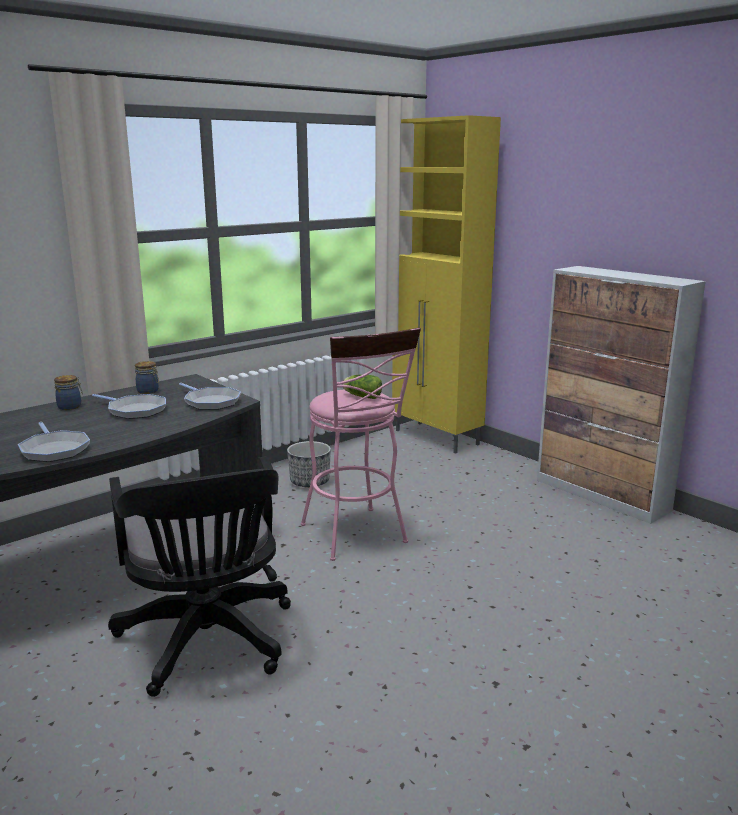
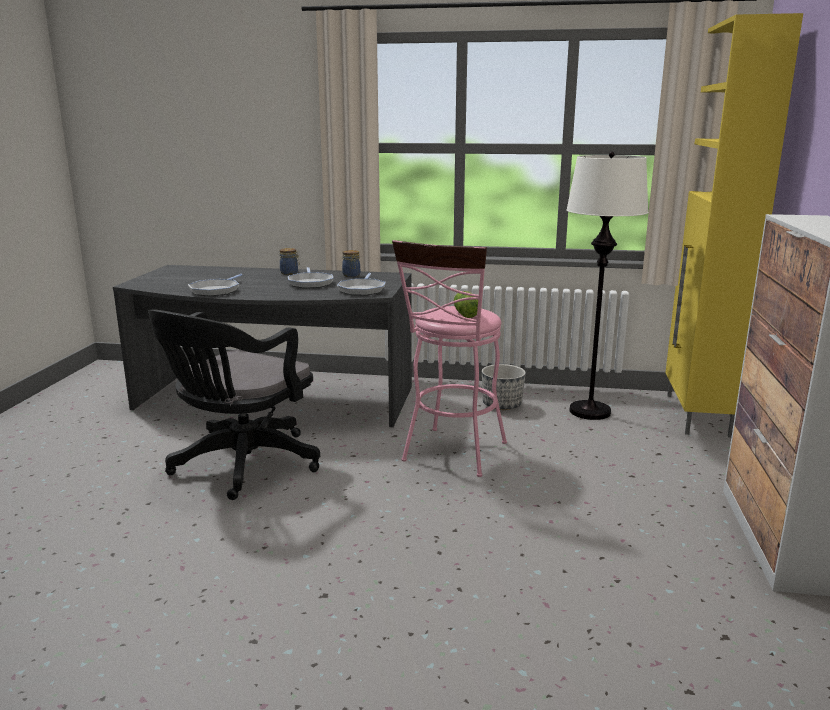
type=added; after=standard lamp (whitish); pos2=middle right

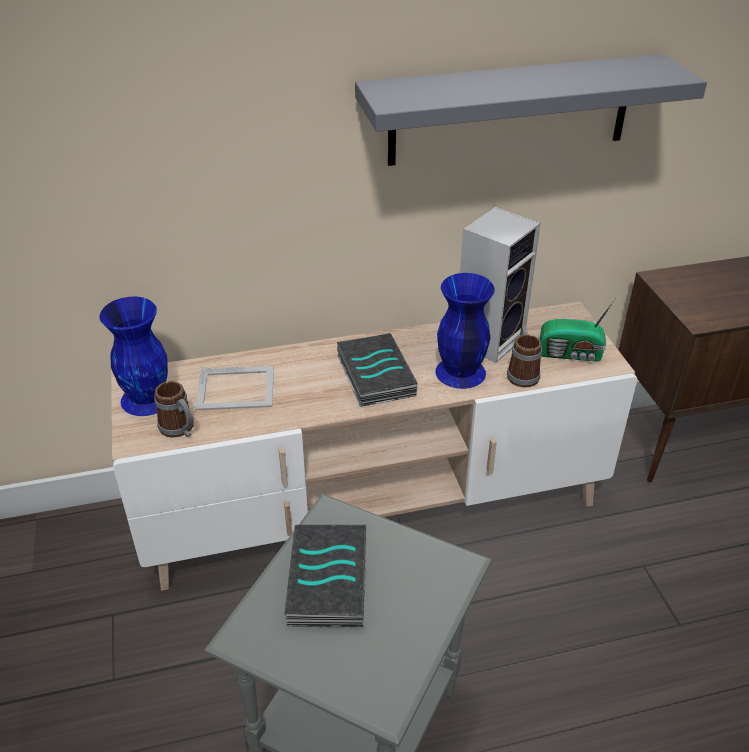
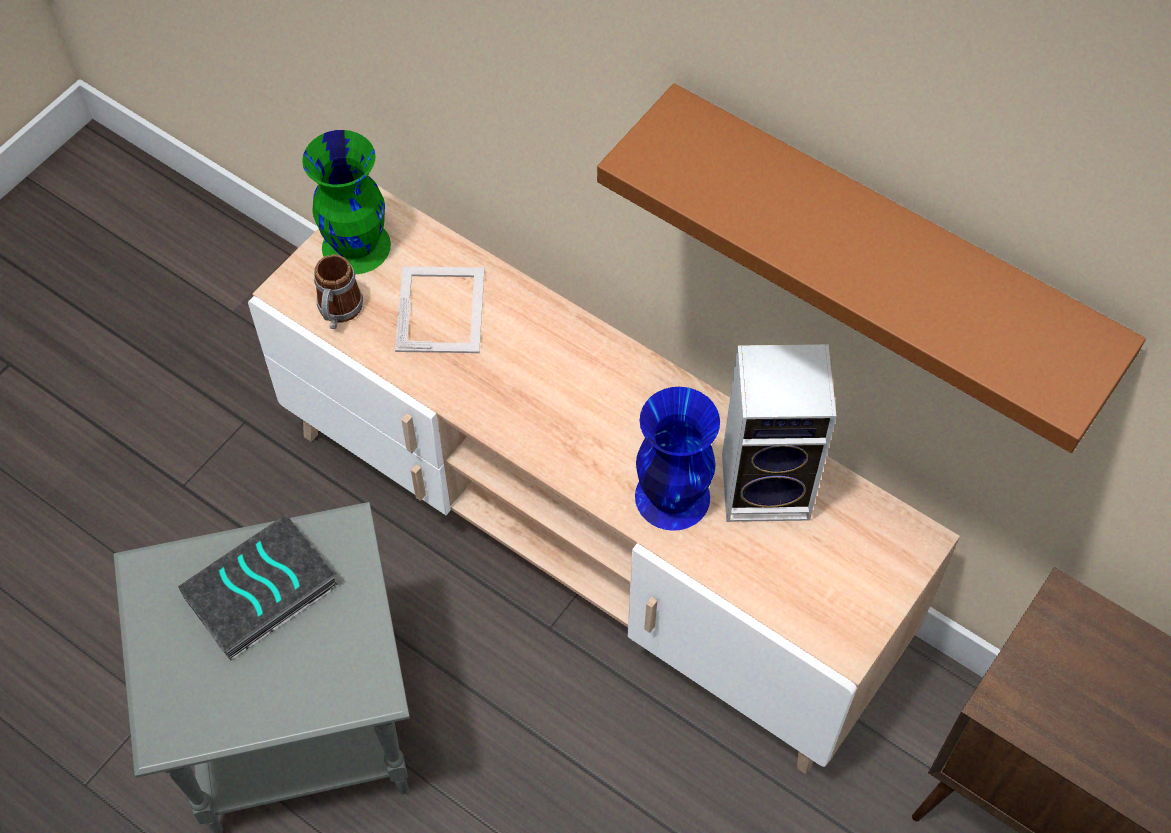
type=recoloured; before=flower vase (blue) (1st from left); after=flower vase (green-coloured); pos1=middle left; pos2=top left
type=turned; before=picture frame; pos1=middle left; pos2=centre; turn=-135
type=recoloured; before=bracket shelf (grey); after=bracket shelf (brown-coloured); pos1=top right; pos2=top right
type=removed; before=volume (2nd from left); pos1=centre
type=removed; before=mug (2nd from left); pos1=middle right
type=removed; before=radio set; pos1=middle right

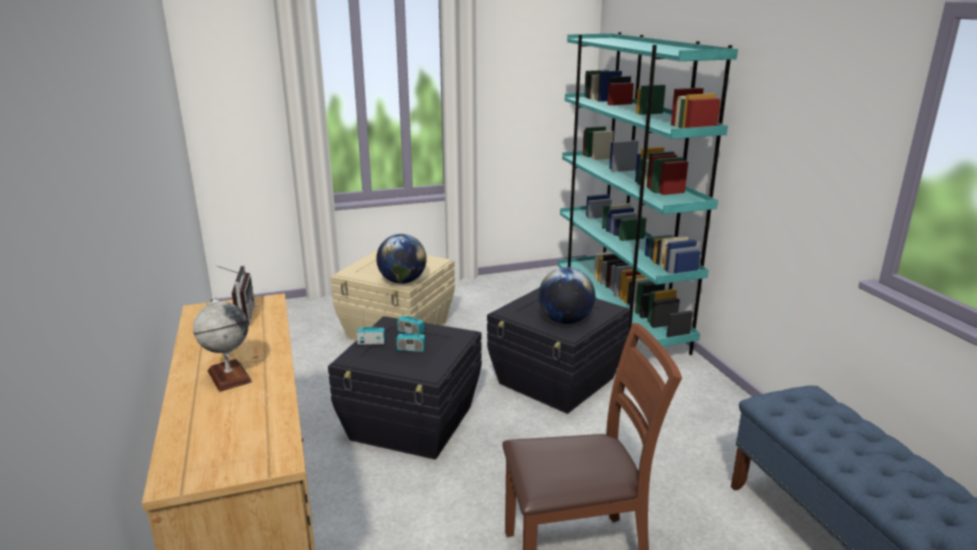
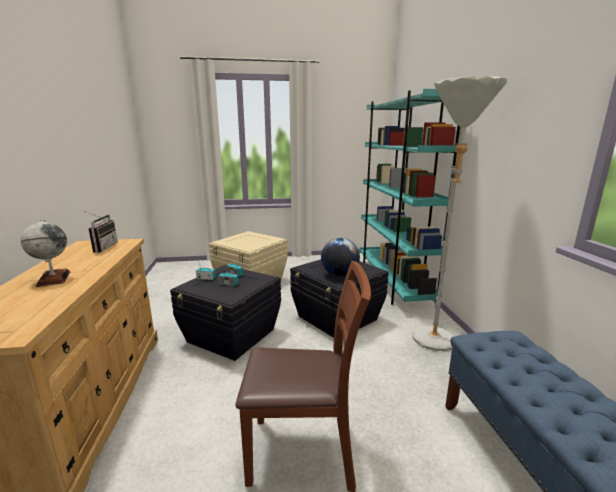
type=added; after=standard lamp (grey); pos2=middle right
type=removed; before=desk globe (2nd from left); pos1=centre

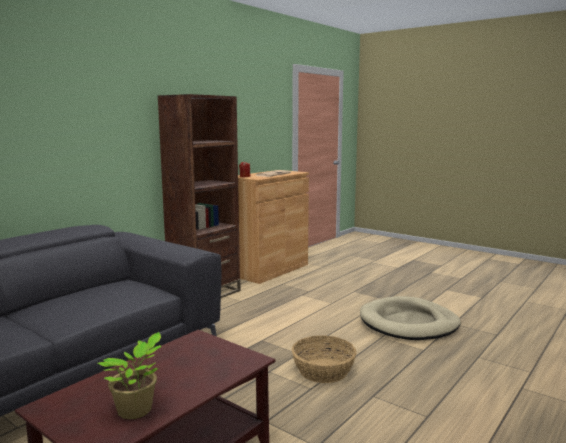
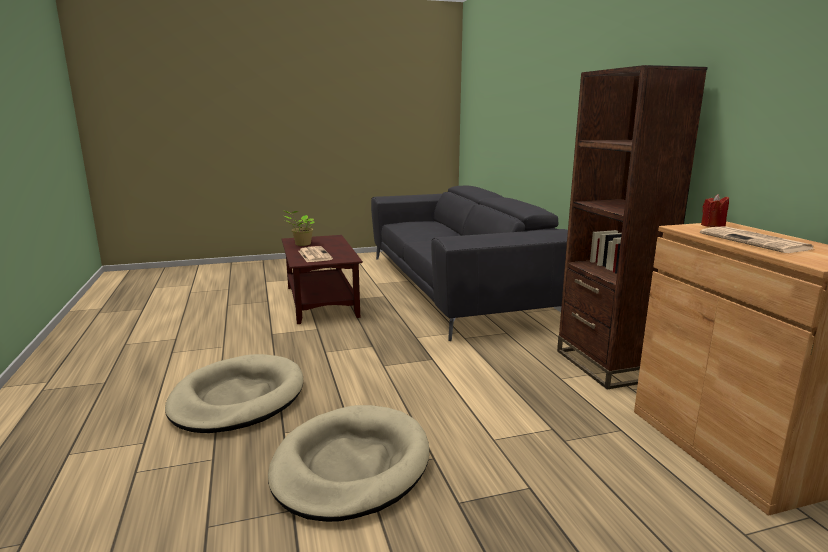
type=added; after=dog bed (beige-coloured) (1st from left); pos2=bottom left
type=added; after=printed paper (1st from left); pos2=centre
type=removed; before=basket; pos1=bottom centre

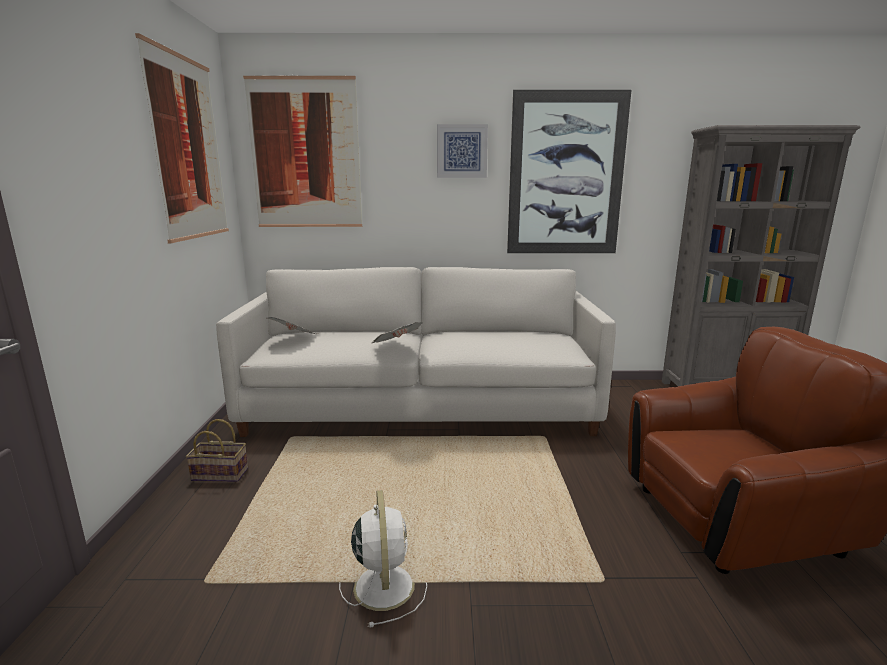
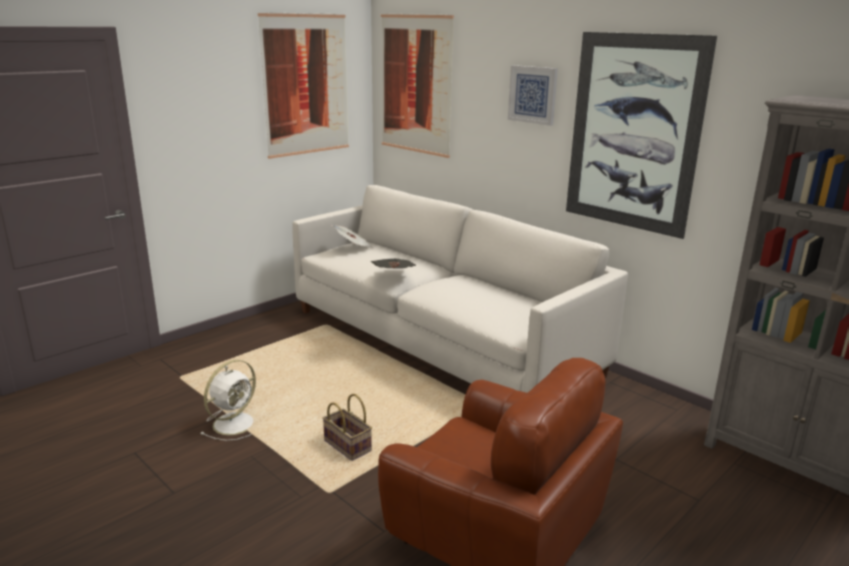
type=moved; before=basket; pos1=bottom left; pos2=bottom centre

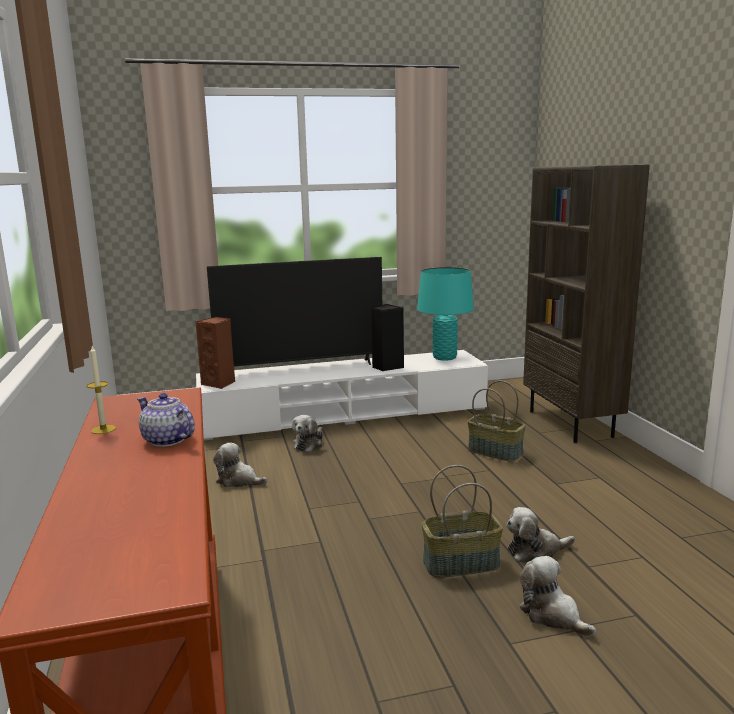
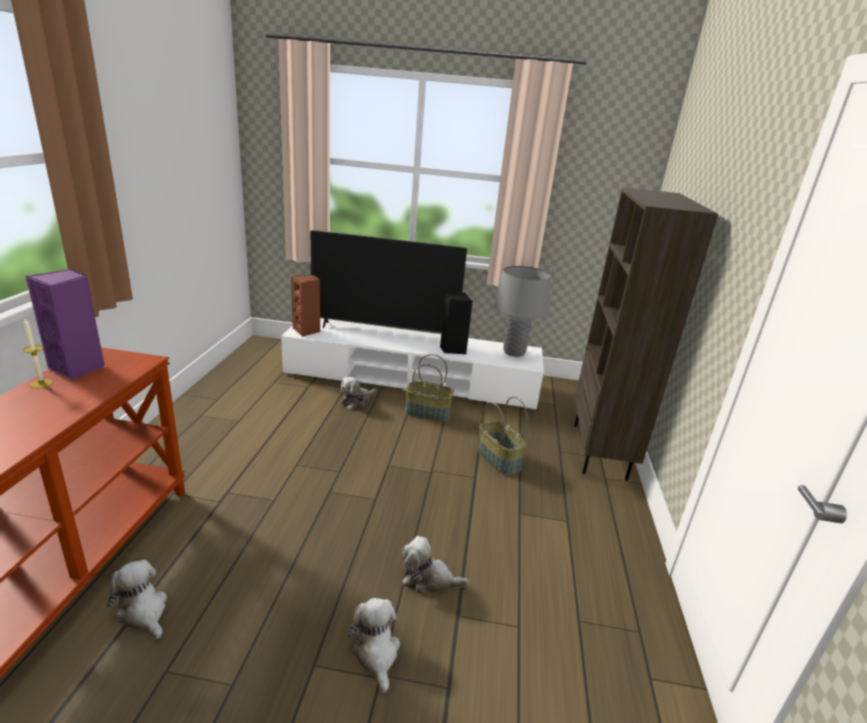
type=added; after=loudspeaker (purplish); pos2=middle left
type=moved; before=cuddly toy (1st from left); pos1=middle left; pos2=bottom left
type=moved; before=basket (1st from left); pos1=bottom centre; pos2=centre
type=recoloured; before=tabletop lamp (blue-green); after=tabletop lamp (grey); pos1=centre; pos2=centre
type=removed; before=tea pot; pos1=middle left

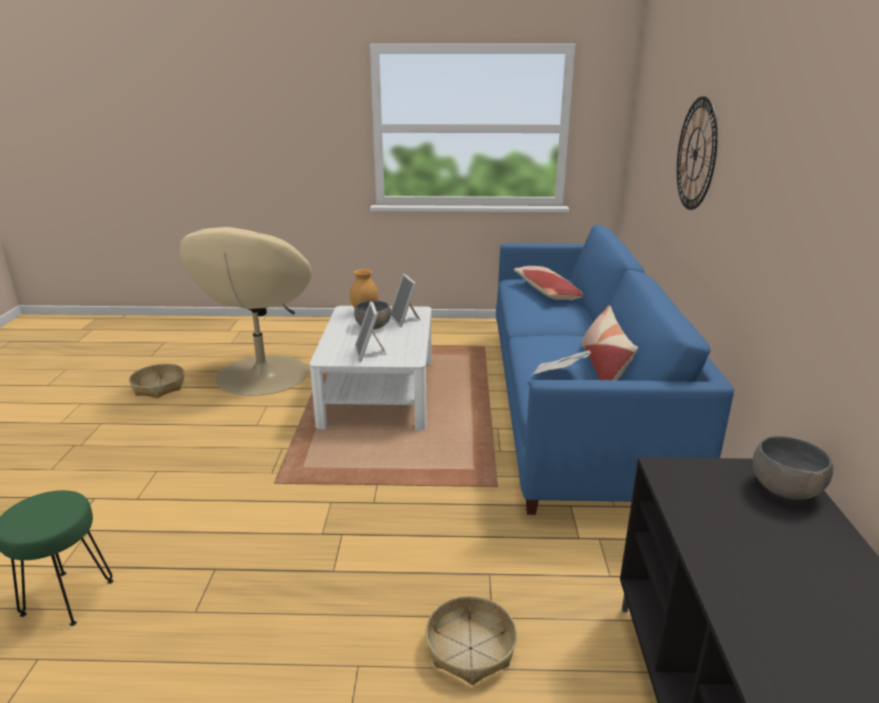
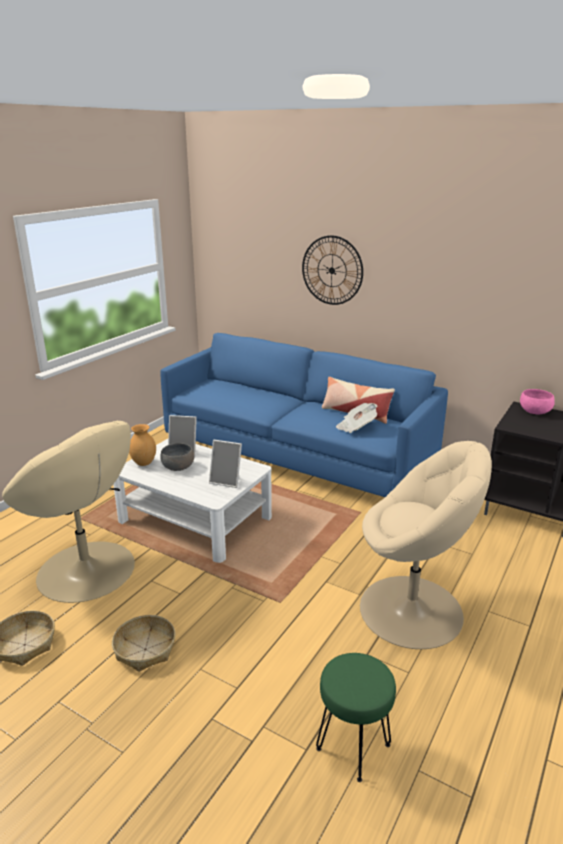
type=moved; before=basket (2nd from left); pos1=bottom centre; pos2=bottom left
type=added; after=easy chair (beige-coloured) (2nd from left); pos2=middle right
type=recoloured; before=serving bowl (grey) (2nd from left); after=serving bowl (pink); pos1=middle right; pos2=middle right
type=removed; before=cushion (1st from left); pos1=centre

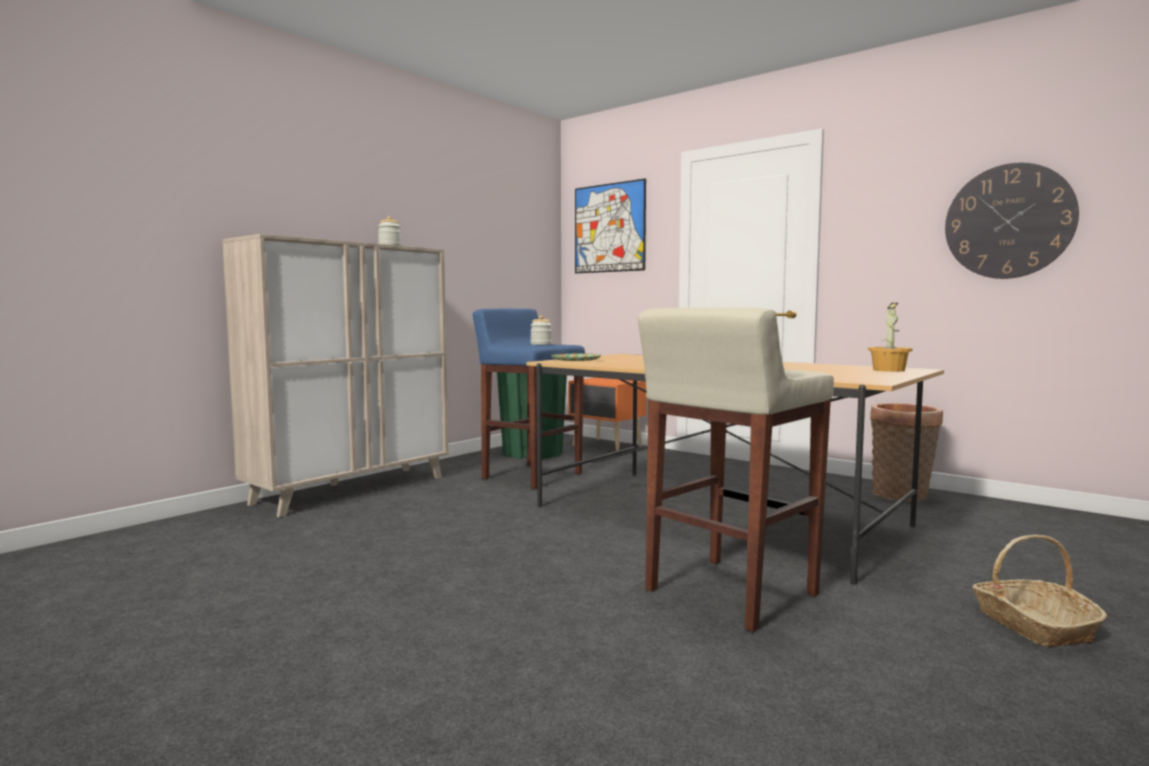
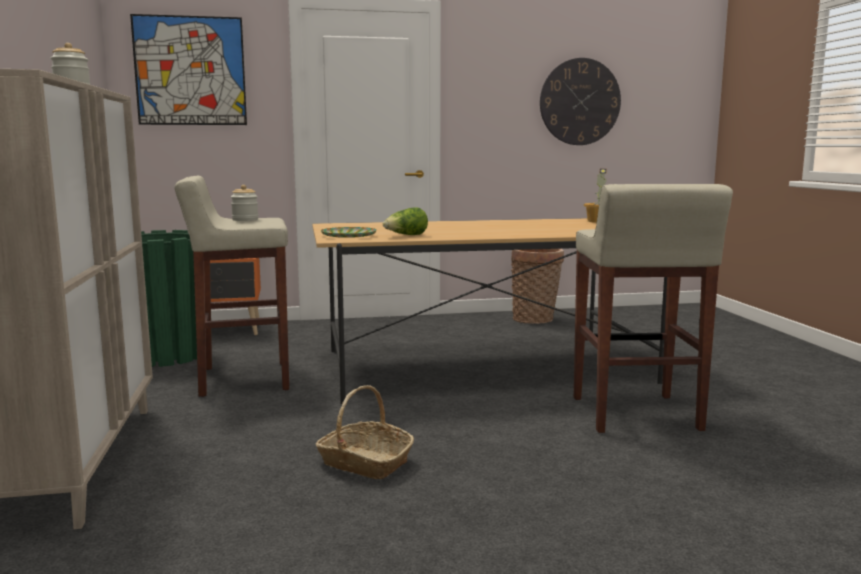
type=recoloured; before=stool (blue); after=stool (beige-coloured) (1st from left); pos1=centre; pos2=middle left
type=moved; before=basket (2nd from left in the first image); after=basket (1st from left); pos1=bottom right; pos2=bottom centre
type=added; after=lettuce; pos2=centre

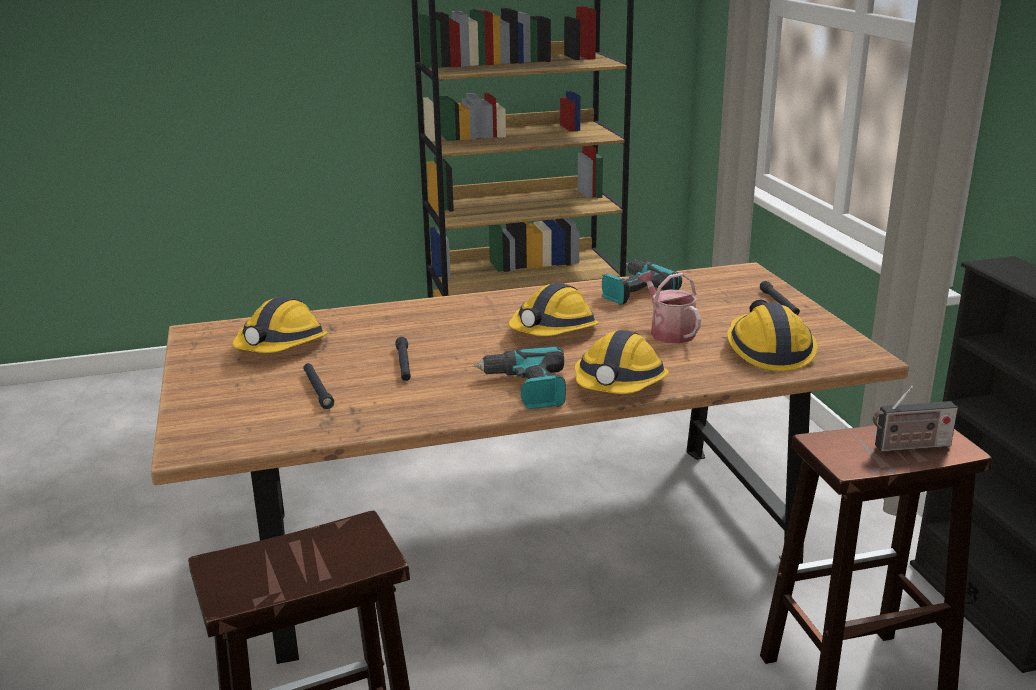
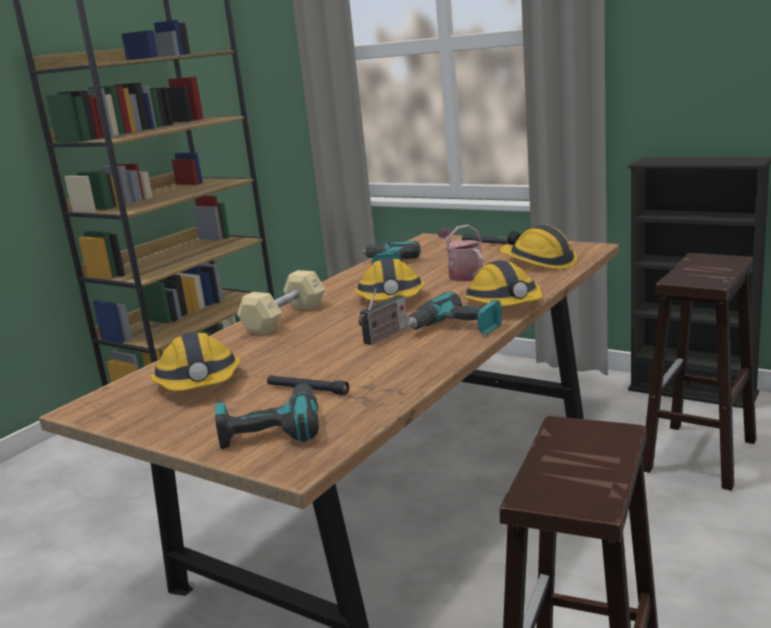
type=added; after=drill (1st from left); pos2=centre
type=added; after=dumbbell (beige-coloured); pos2=centre
type=moved; before=radio set; pos1=middle right; pos2=centre
type=turned; before=sprinkling can; pos1=centre; pos2=centre; turn=45
type=removed; before=torch (black-coloured) (2nd from left); pos1=centre

